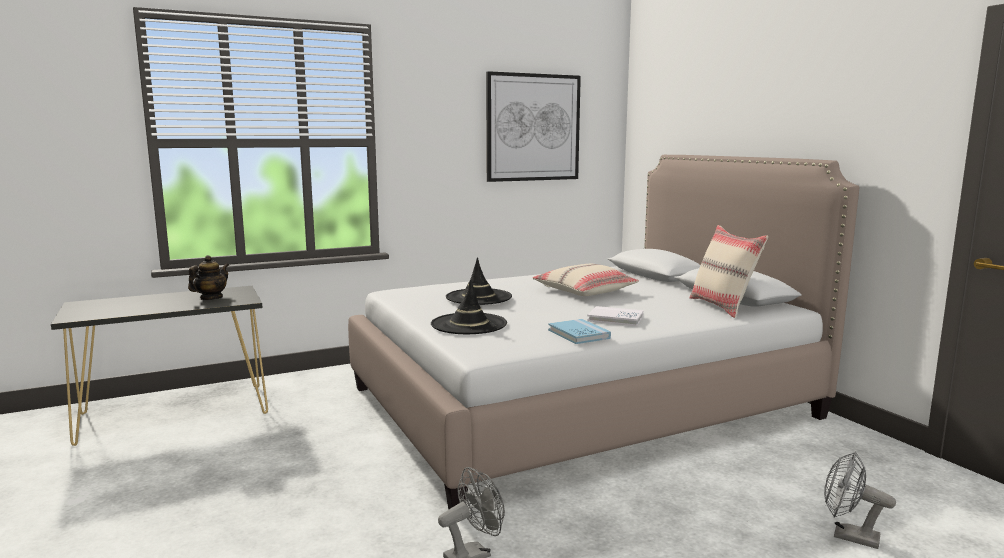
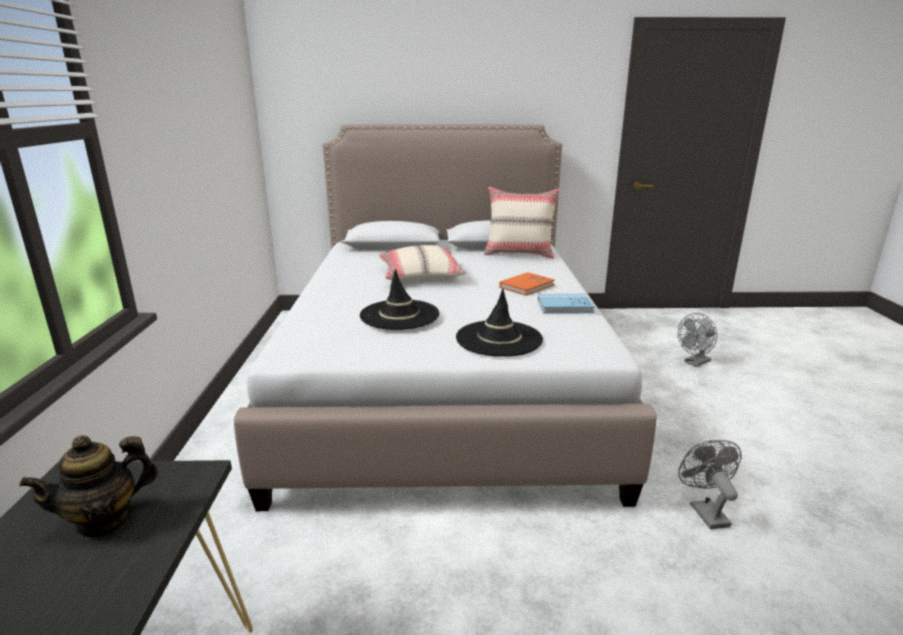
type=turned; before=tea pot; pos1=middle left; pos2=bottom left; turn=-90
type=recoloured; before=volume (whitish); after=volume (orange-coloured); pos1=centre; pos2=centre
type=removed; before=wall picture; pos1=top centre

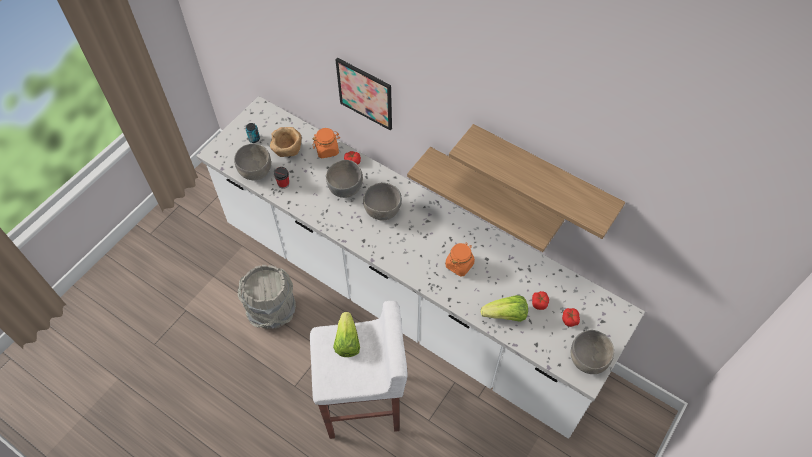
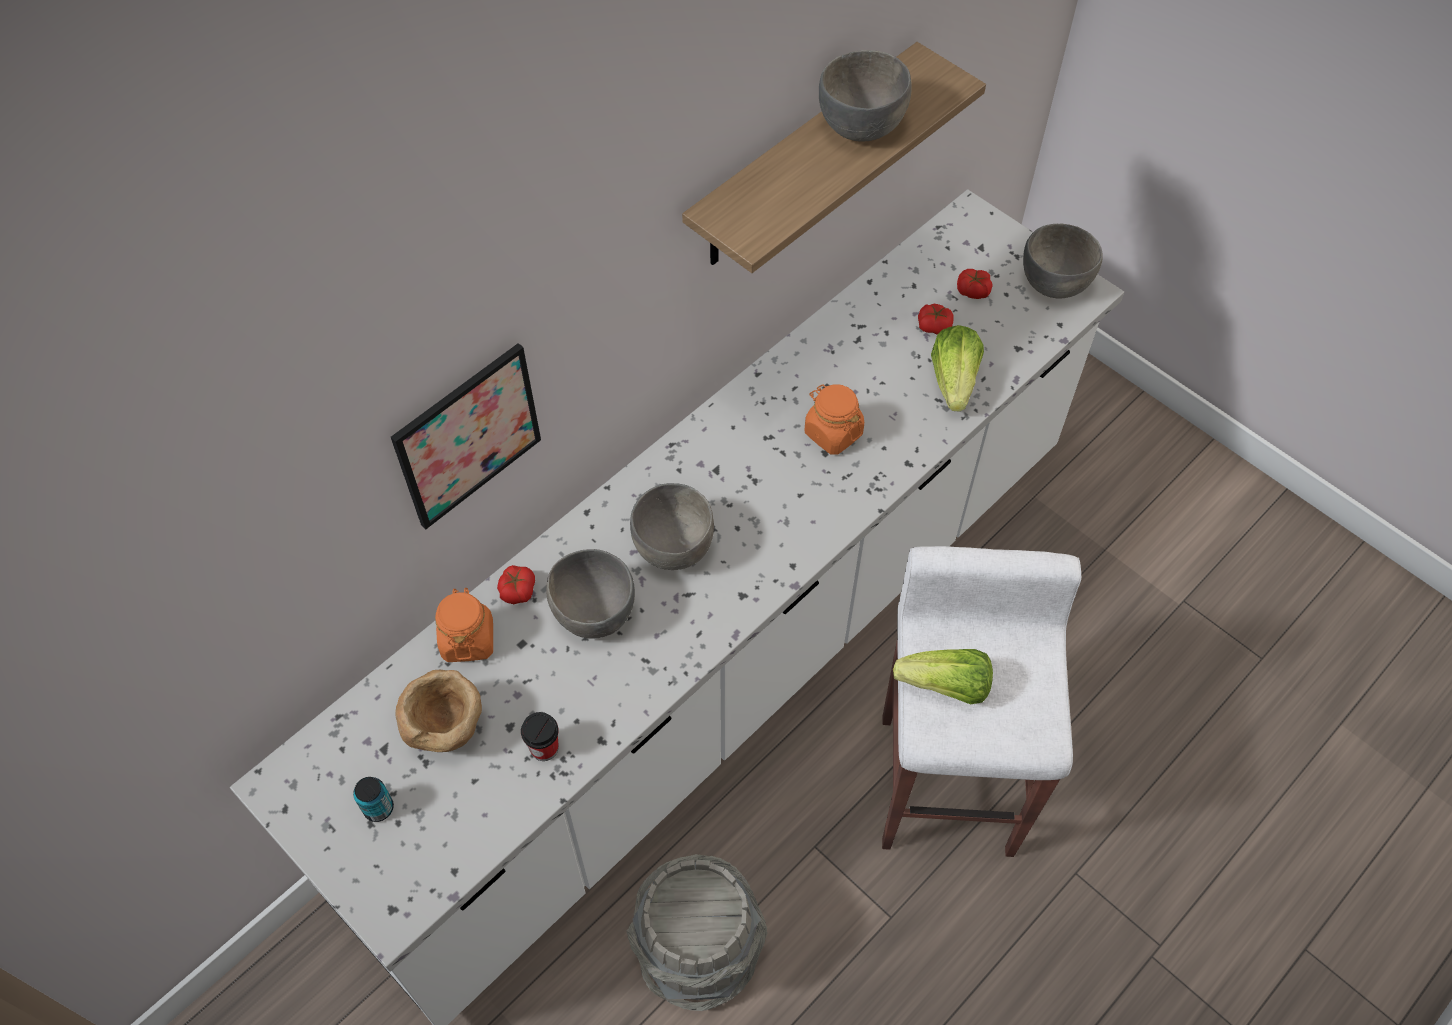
type=moved; before=serving bowl (grey) (1st from left in the first image); after=serving bowl (grey) (3rd from left); pos1=middle left; pos2=top centre
type=removed; before=bracket shelf (1st from left); pos1=centre

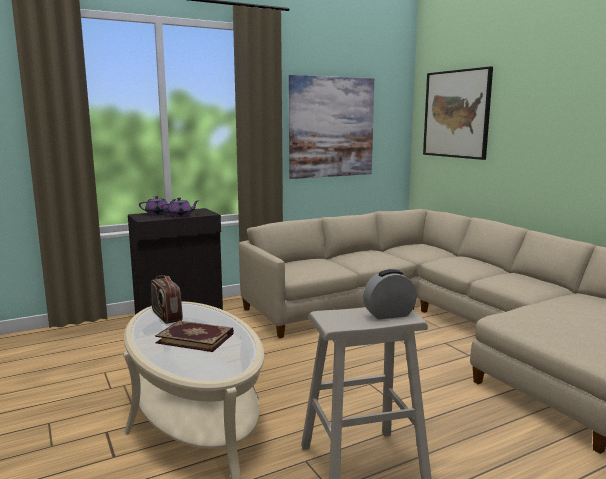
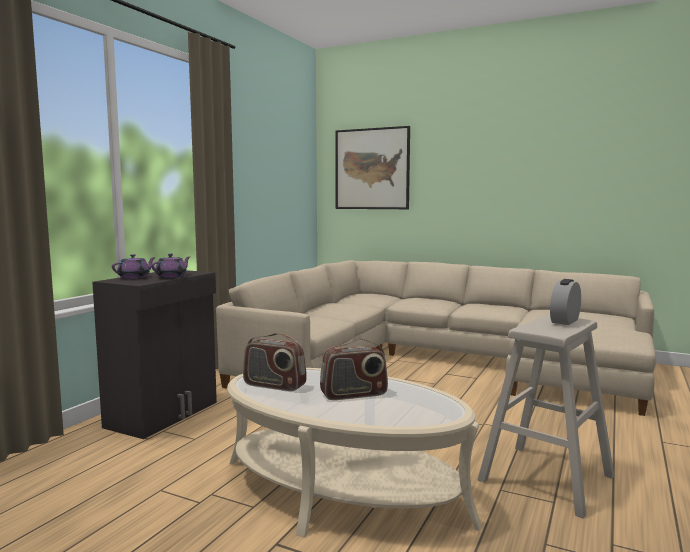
type=replaced; before=volume; after=radio set (2nd from left); pos1=bottom left; pos2=bottom centre
type=removed; before=wall picture (1st from left); pos1=top centre

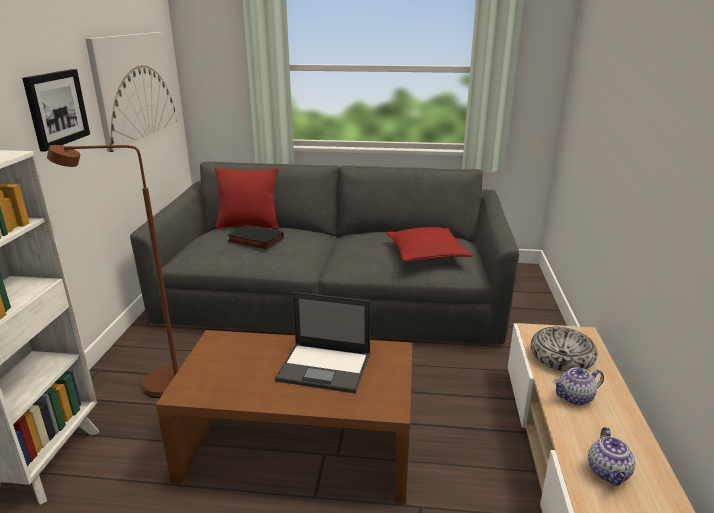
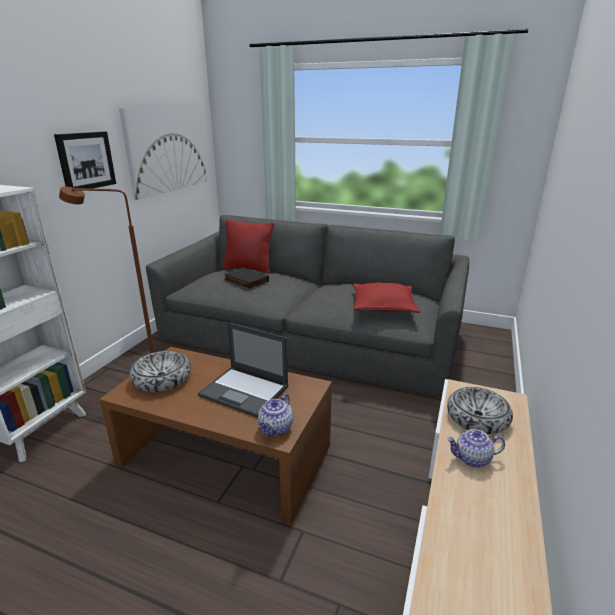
type=added; after=serving bowl (1st from left); pos2=middle left
type=moved; before=tea pot (2nd from left in the first image); after=tea pot (1st from left); pos1=bottom right; pos2=bottom centre

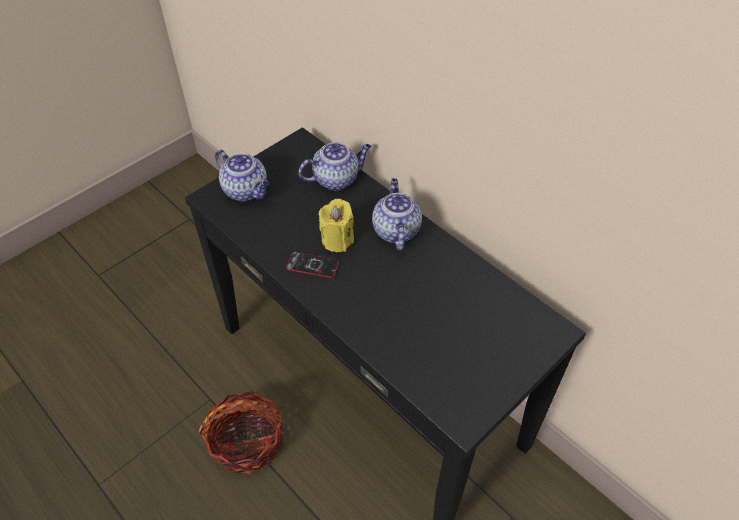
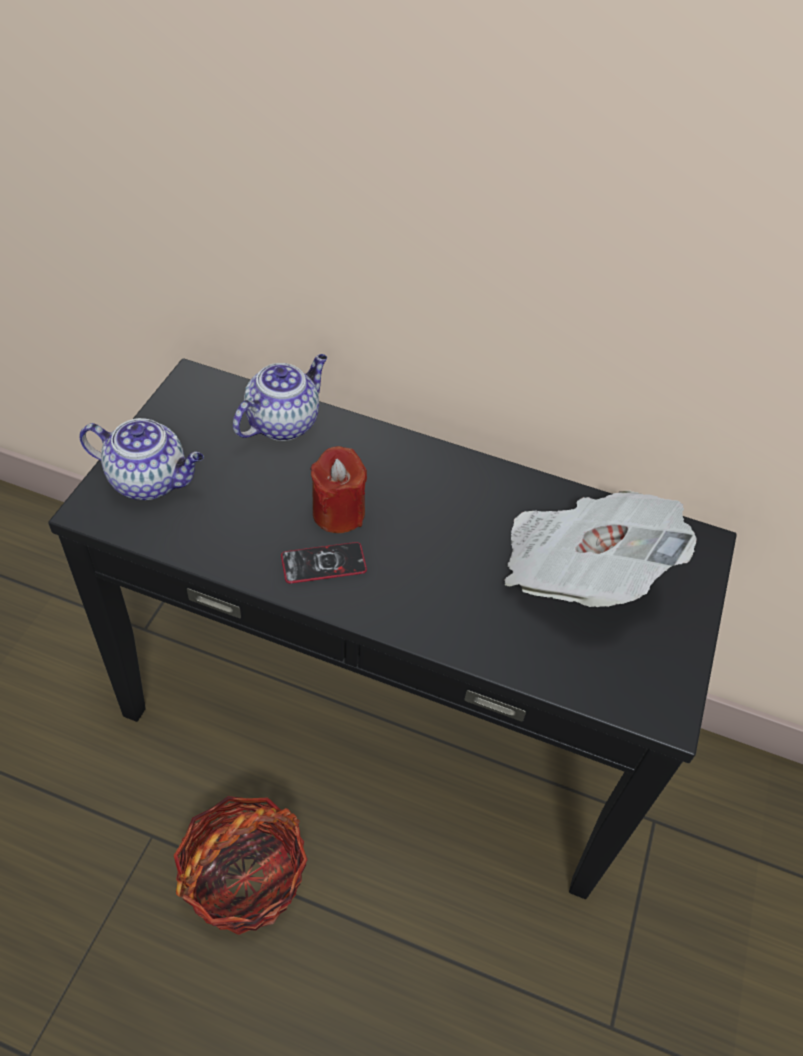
type=recoloured; before=candle (yellow); after=candle (reddish); pos1=centre; pos2=centre
type=added; after=printed paper; pos2=middle right
type=removed; before=tea pot (3rd from left); pos1=centre

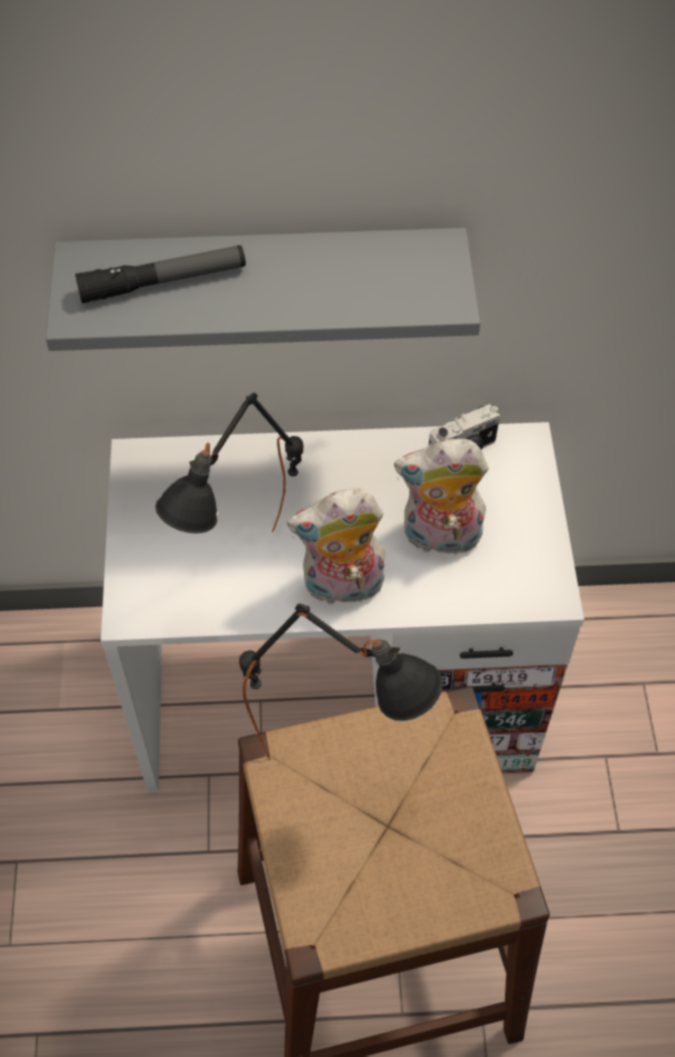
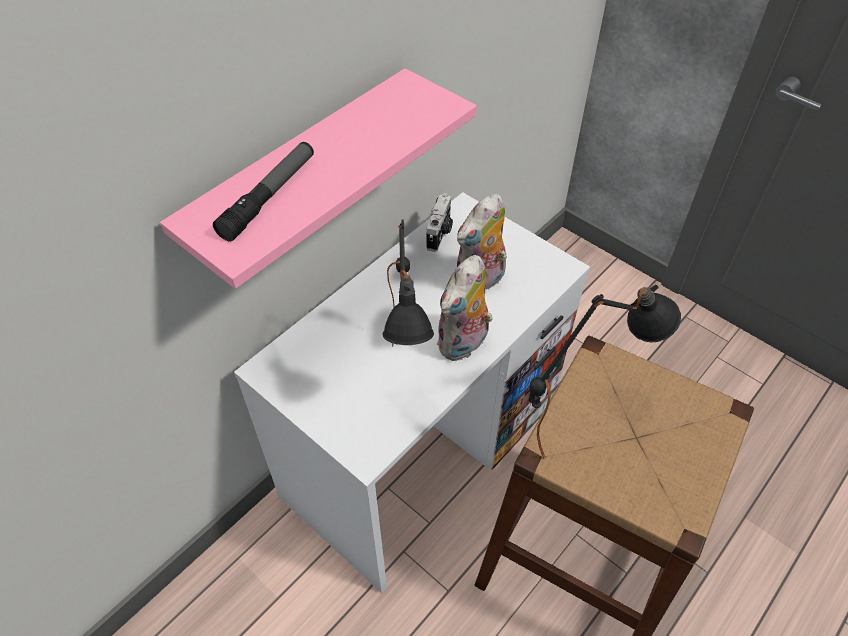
type=recoloured; before=bracket shelf (grey); after=bracket shelf (pink); pos1=top centre; pos2=top centre

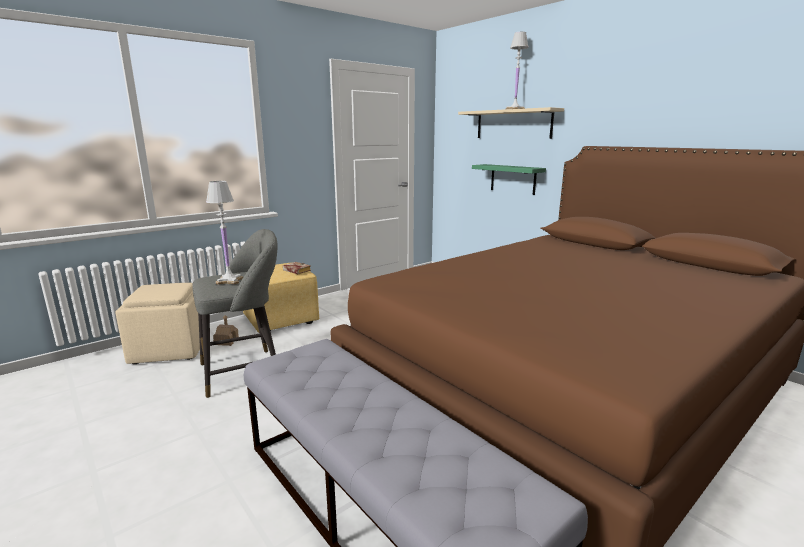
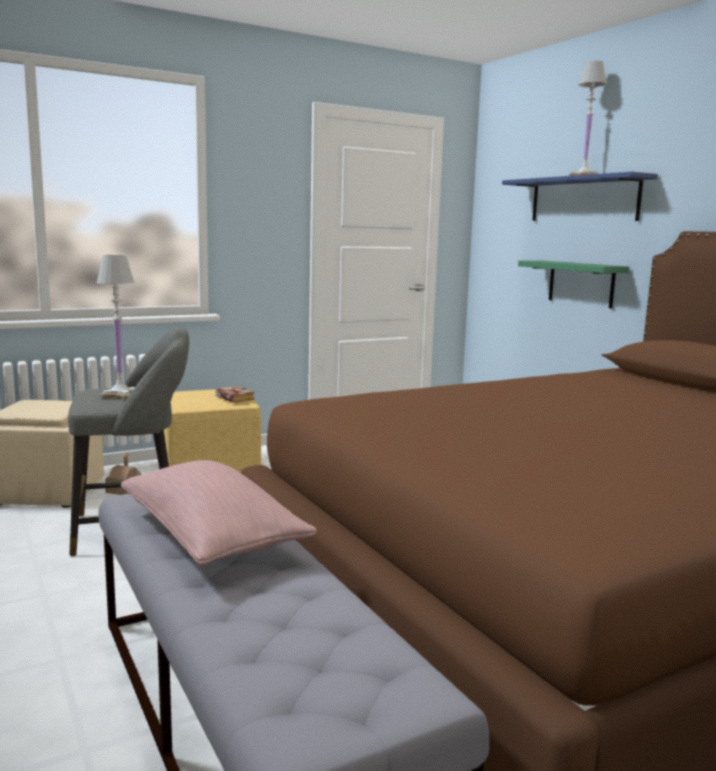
type=added; after=cushion (pink); pos2=middle left
type=recoloured; before=bracket shelf (beige-coloured); after=bracket shelf (blue); pos1=top centre; pos2=top right

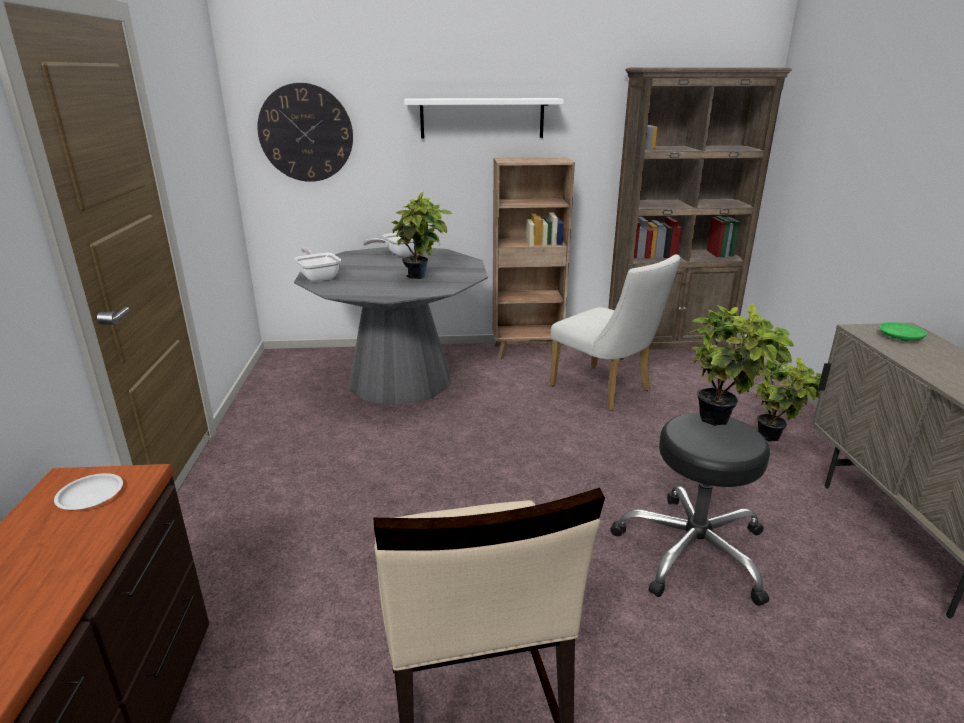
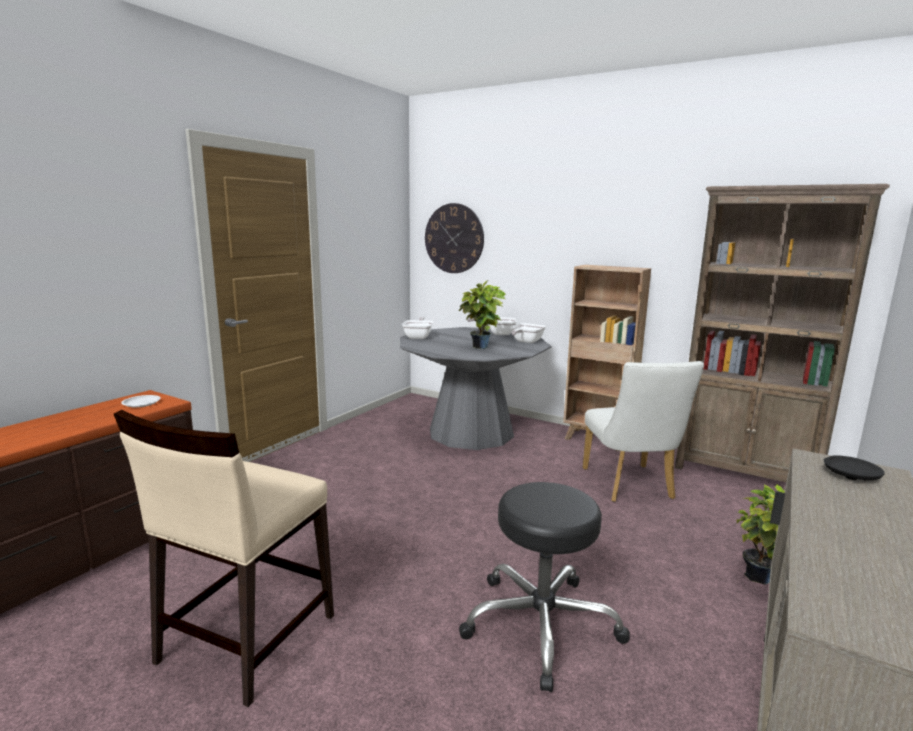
type=added; after=pan (3rd from left); pos2=centre
type=recoloured; before=flat dish (green-coloured); after=flat dish (black-coloured); pos1=middle right; pos2=middle right
type=removed; before=bracket shelf (whitish); pos1=top centre
type=removed; before=plant in a pot (2nd from left); pos1=middle right

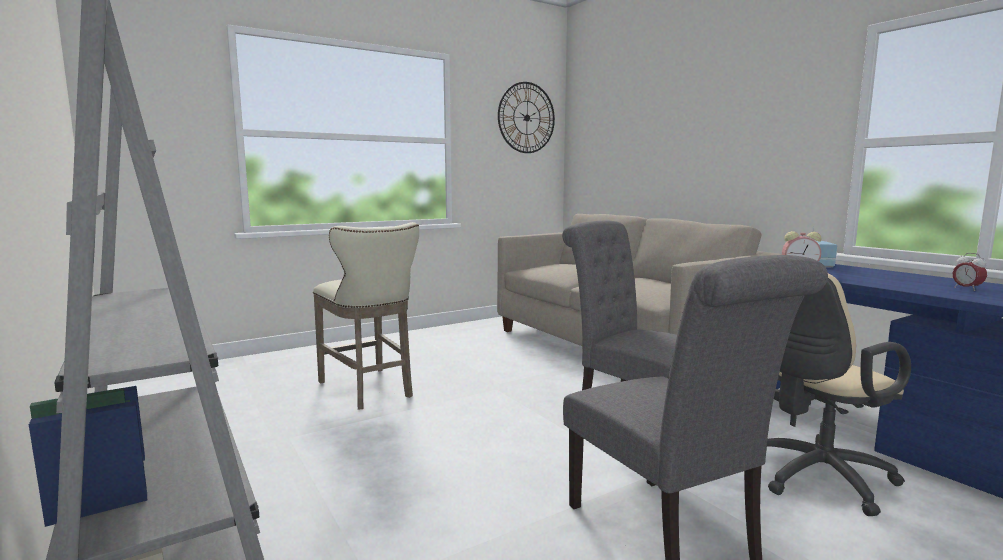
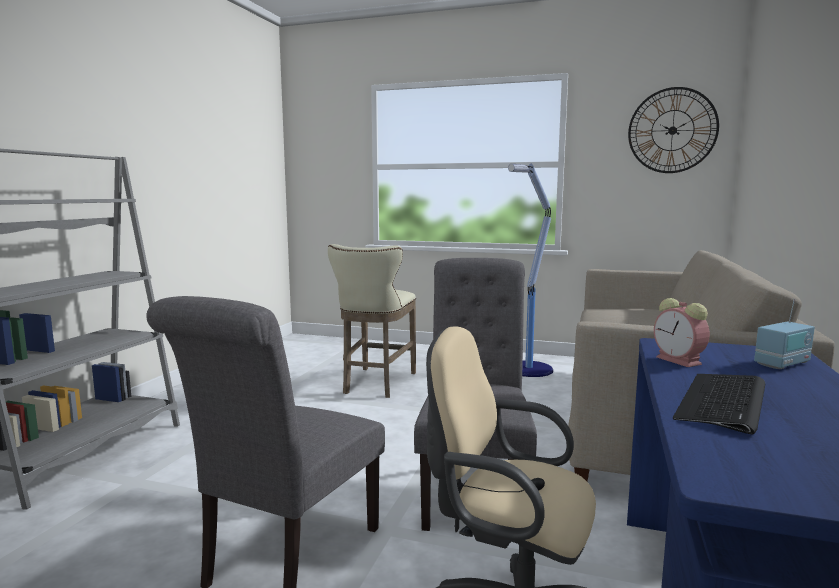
type=added; after=standard lamp; pos2=centre
type=added; after=computer keyboard; pos2=bottom right
type=removed; before=bedside clock (2nd from left); pos1=middle right

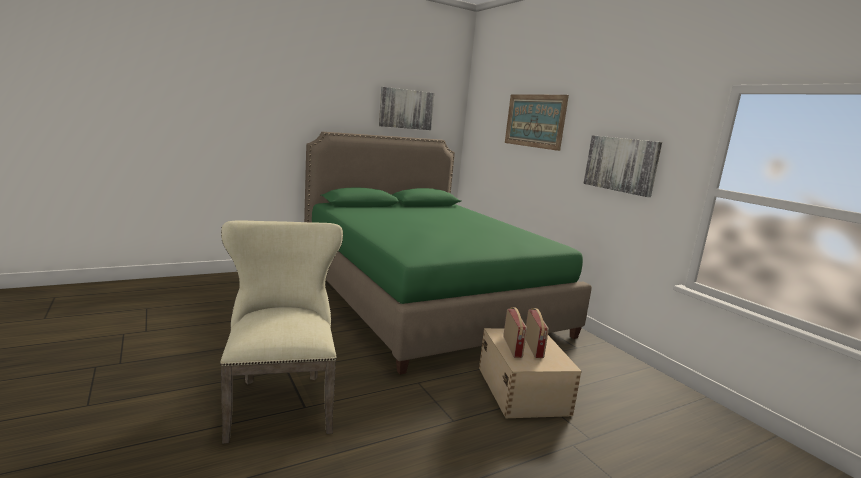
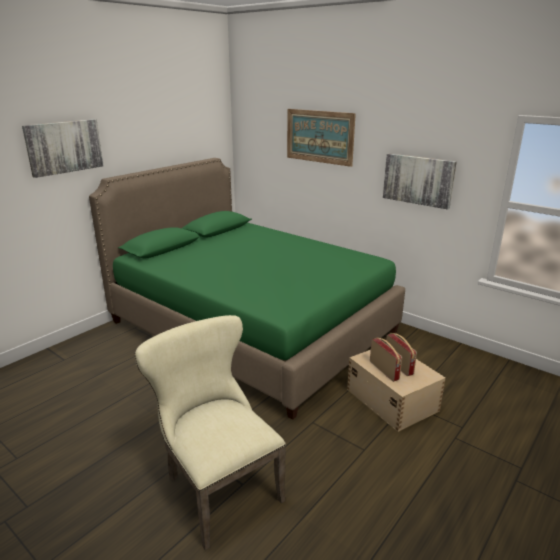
type=moved; before=wall picture (1st from left); pos1=top centre; pos2=top left

